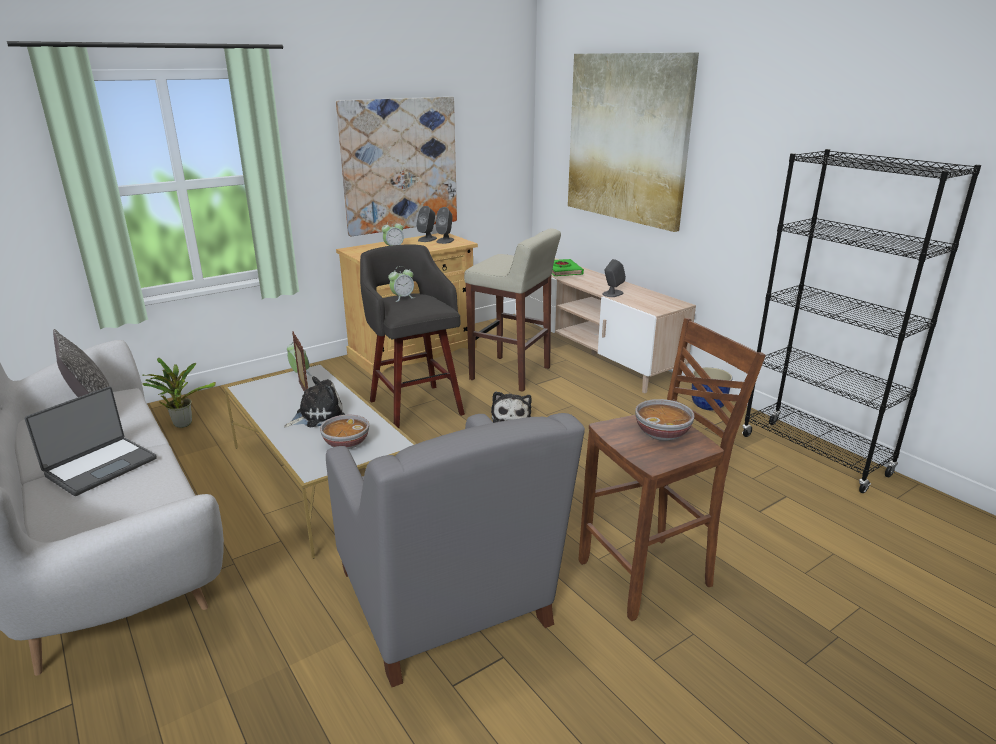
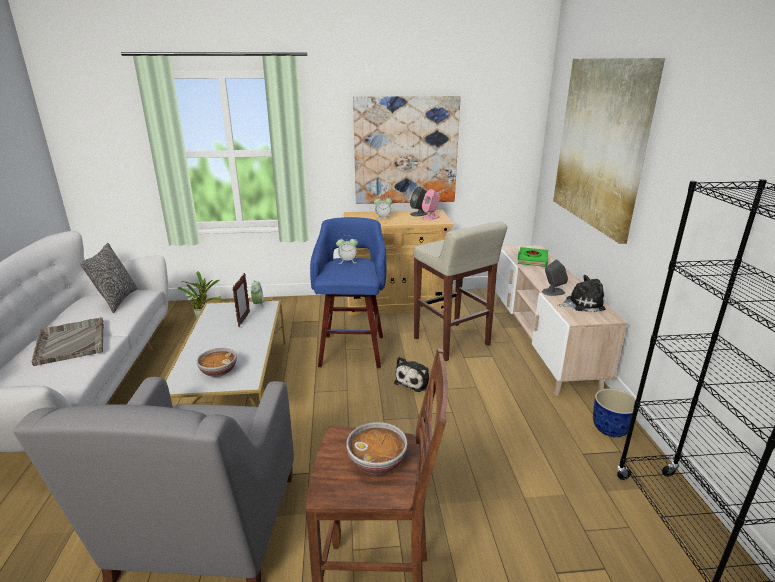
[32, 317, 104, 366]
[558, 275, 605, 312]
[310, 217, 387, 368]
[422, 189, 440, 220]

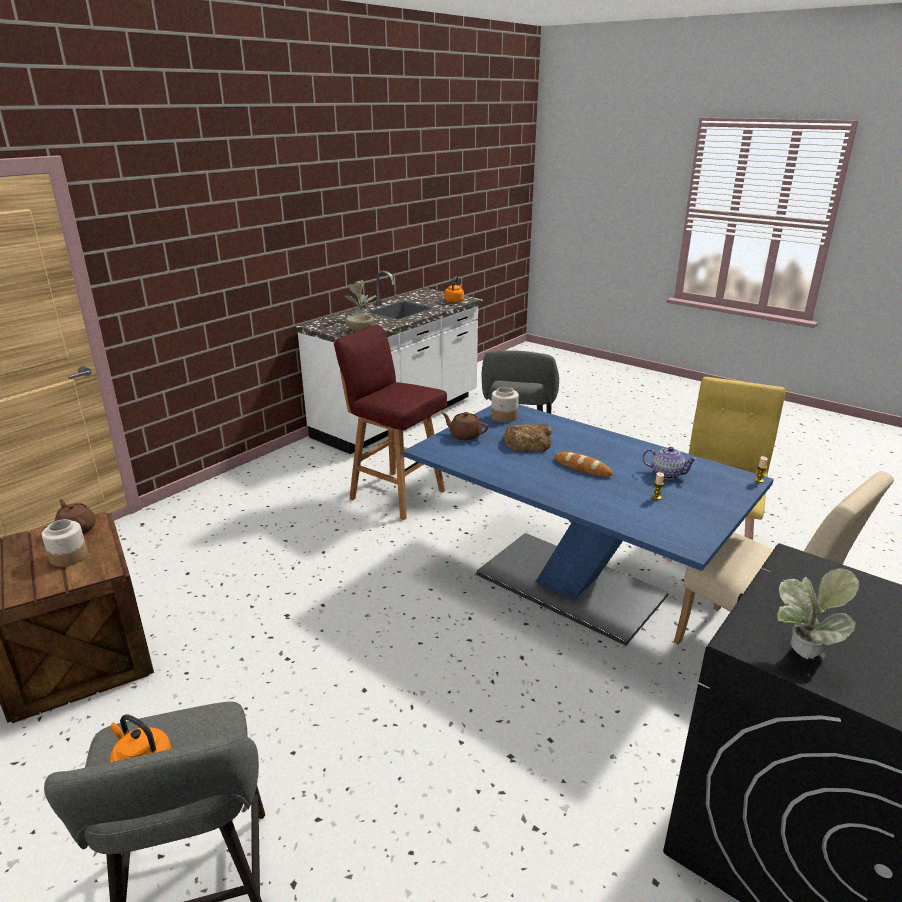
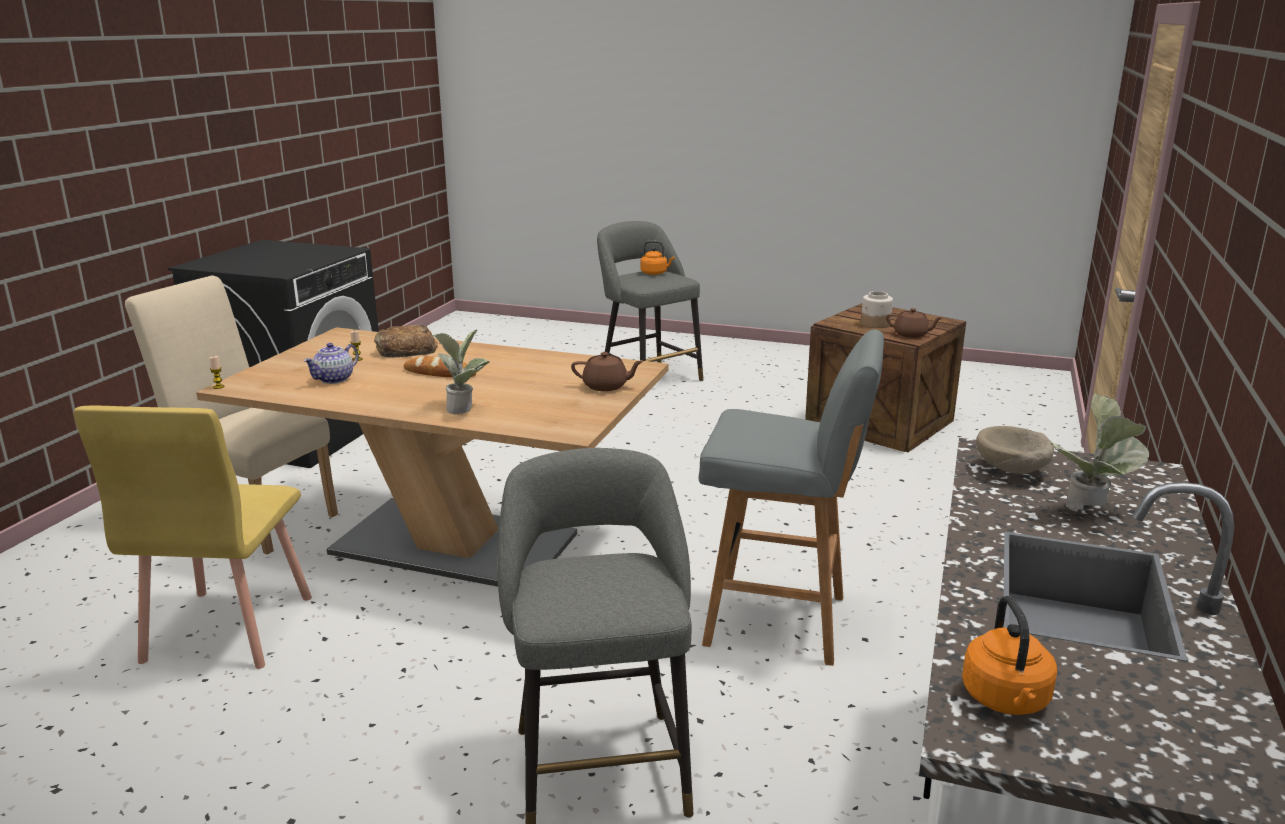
[698, 330, 884, 666]
[196, 327, 668, 587]
[491, 387, 519, 422] (first image)
[374, 325, 438, 358]
[303, 343, 359, 384]
[434, 330, 490, 415]

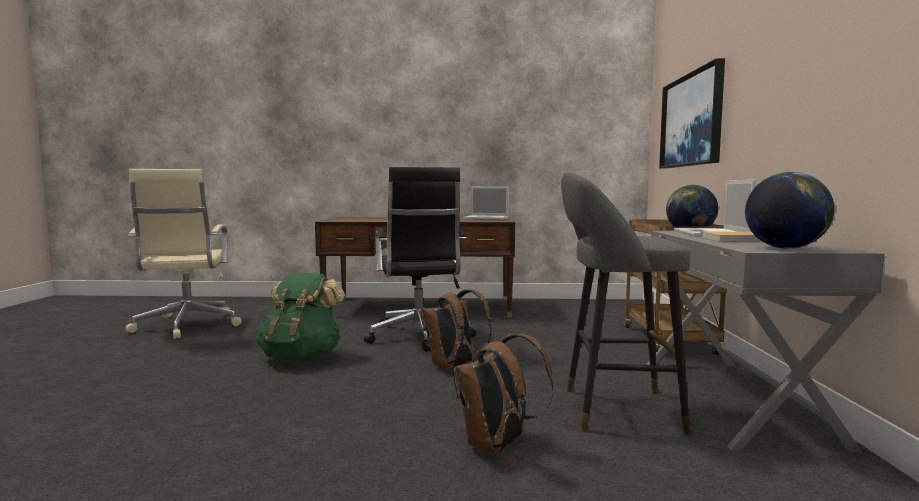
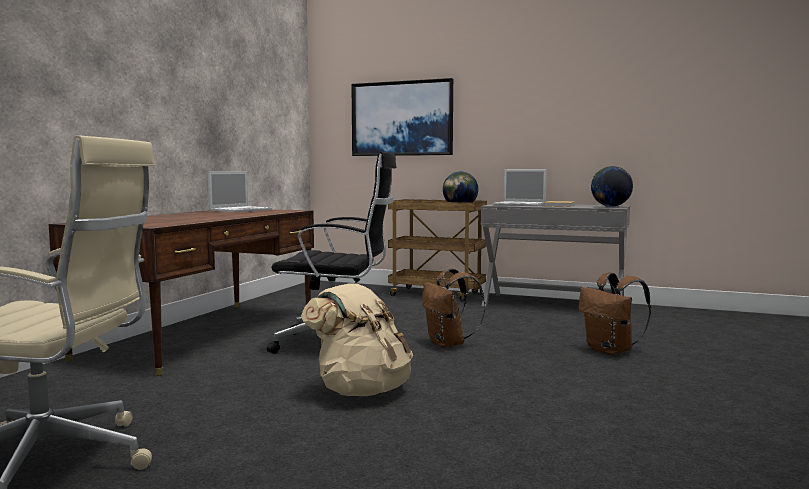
[301, 283, 413, 396]
[561, 172, 690, 435] (first image)

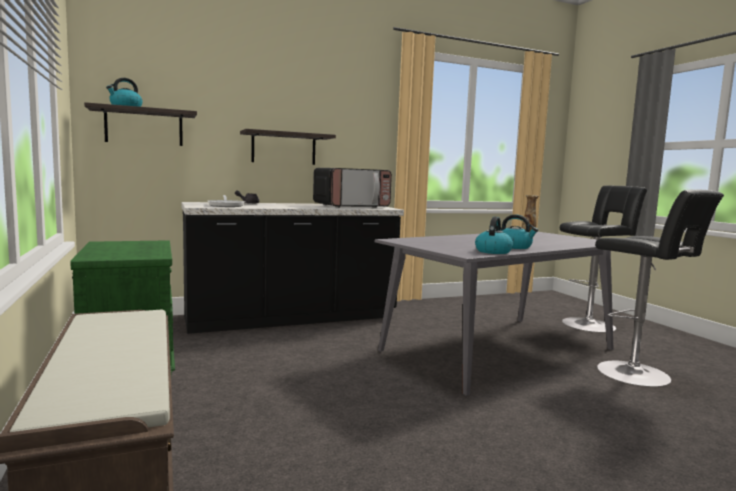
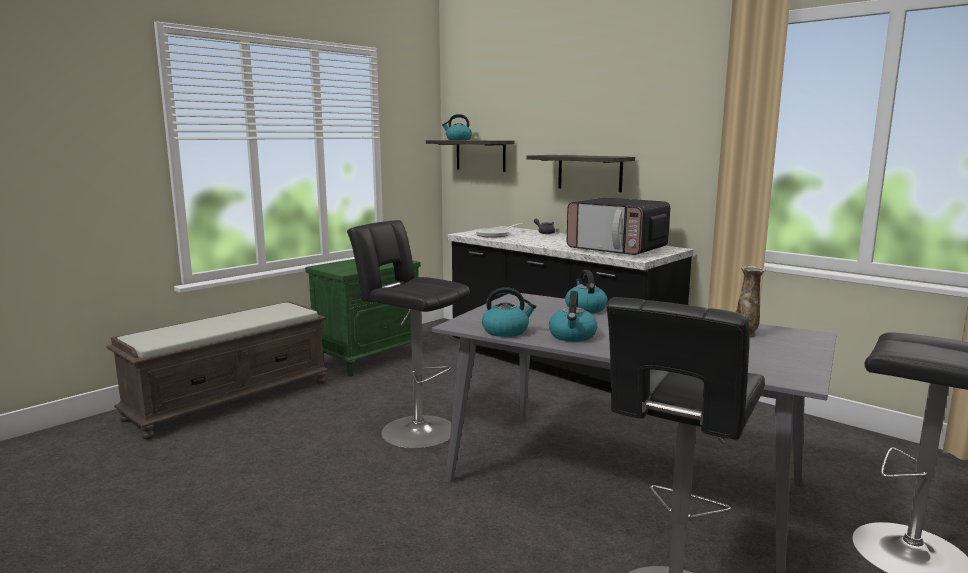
[347, 220, 470, 449]
[565, 270, 608, 313]

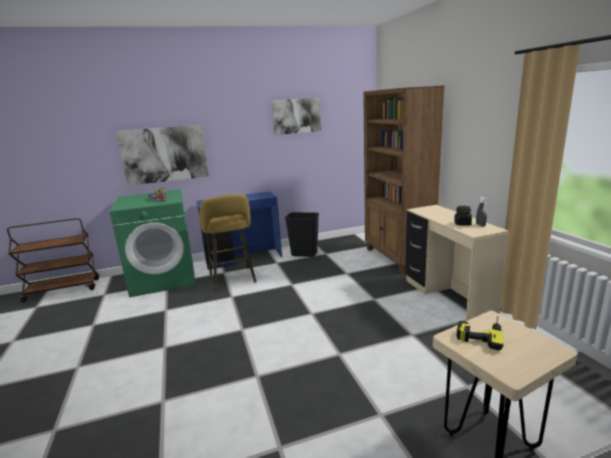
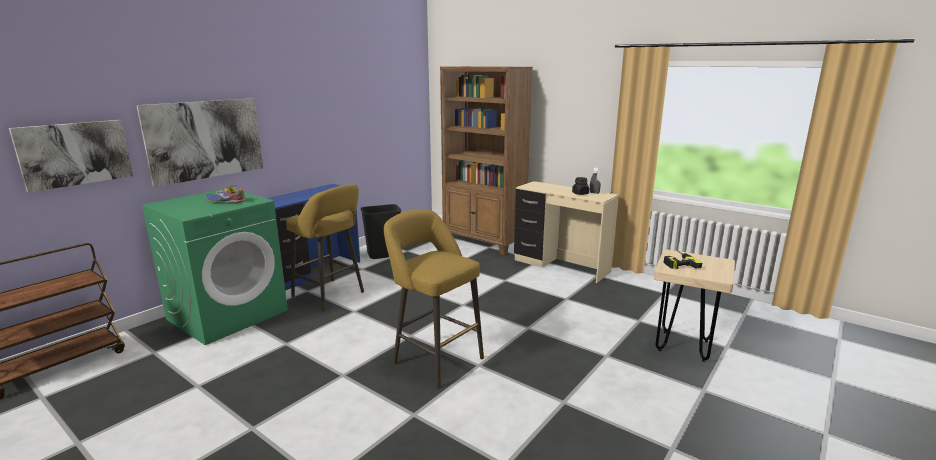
[9, 120, 133, 192]
[384, 209, 484, 388]

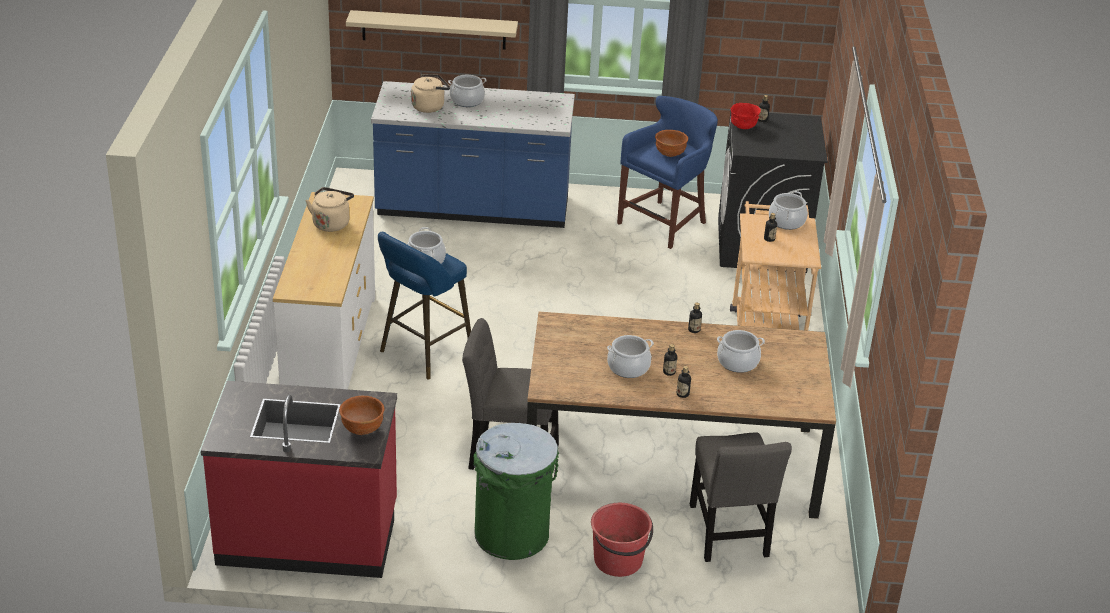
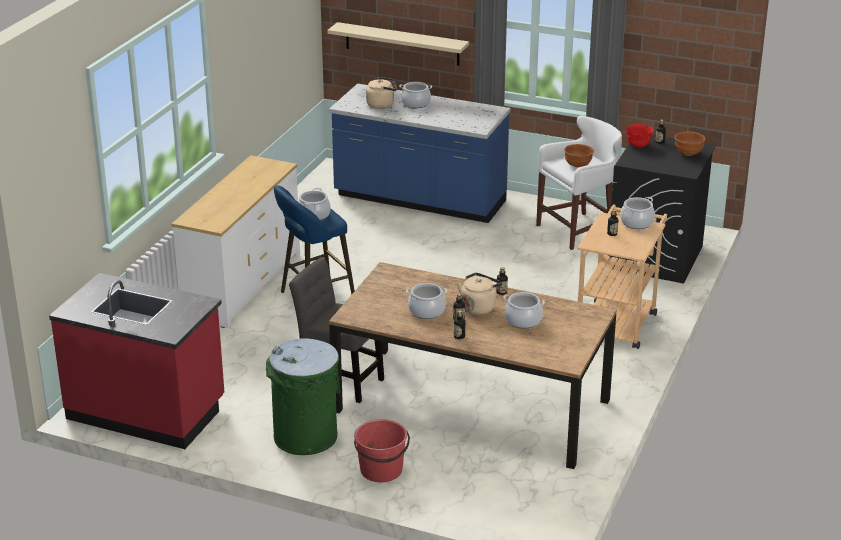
[457, 273, 502, 315]
[675, 132, 706, 156]
[536, 115, 622, 250]
[690, 432, 792, 562] (first image)

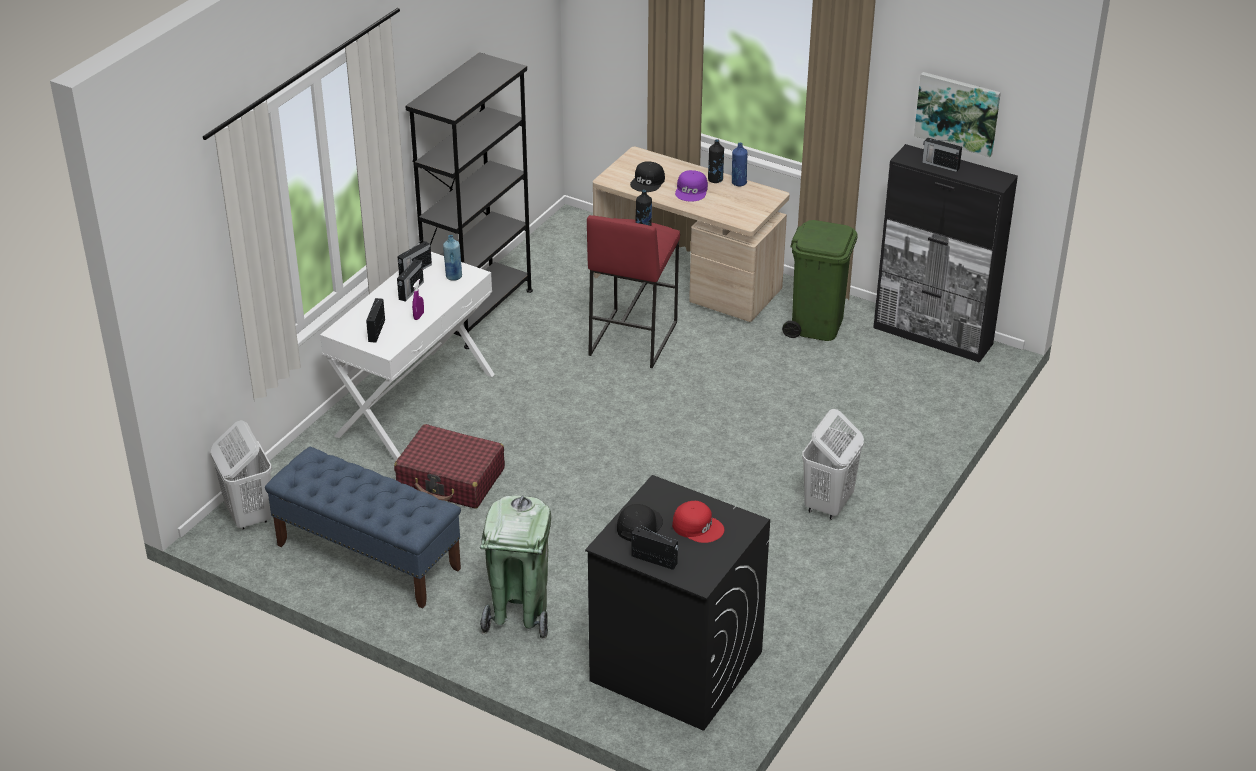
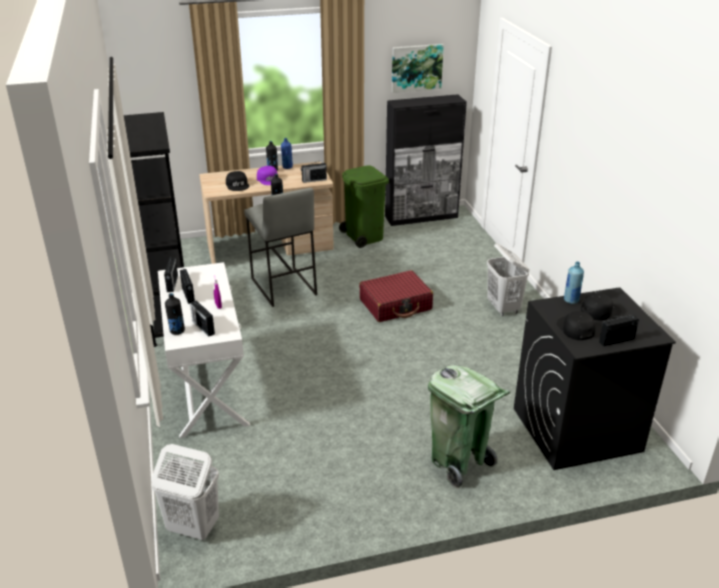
[265, 447, 461, 609] (first image)
[359, 270, 433, 322]
[564, 261, 584, 304]
[244, 188, 317, 307]
[581, 293, 622, 320]
[301, 161, 327, 183]
[165, 293, 185, 335]

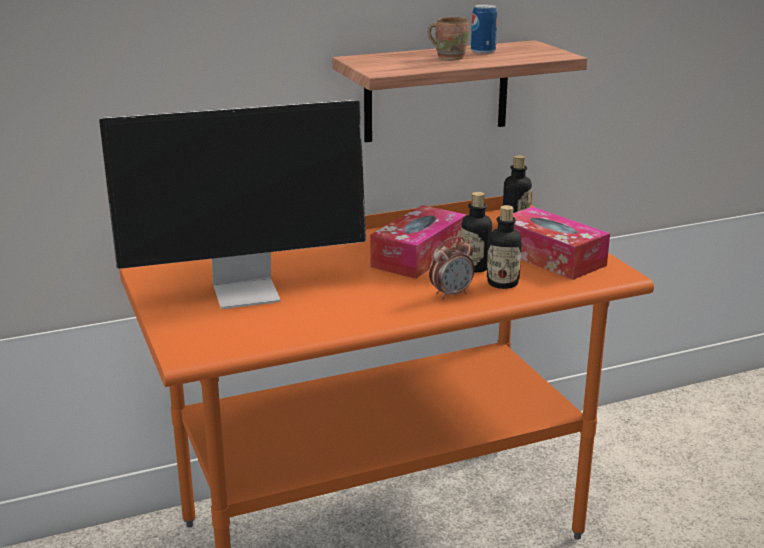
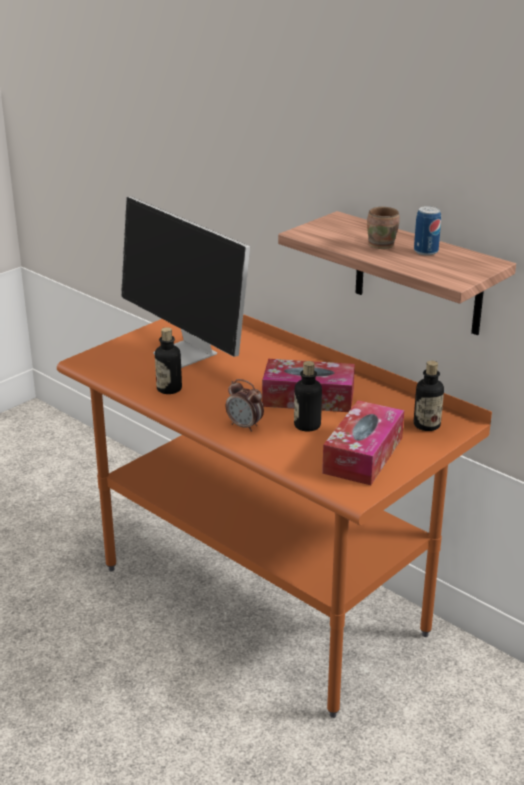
[155, 327, 182, 394]

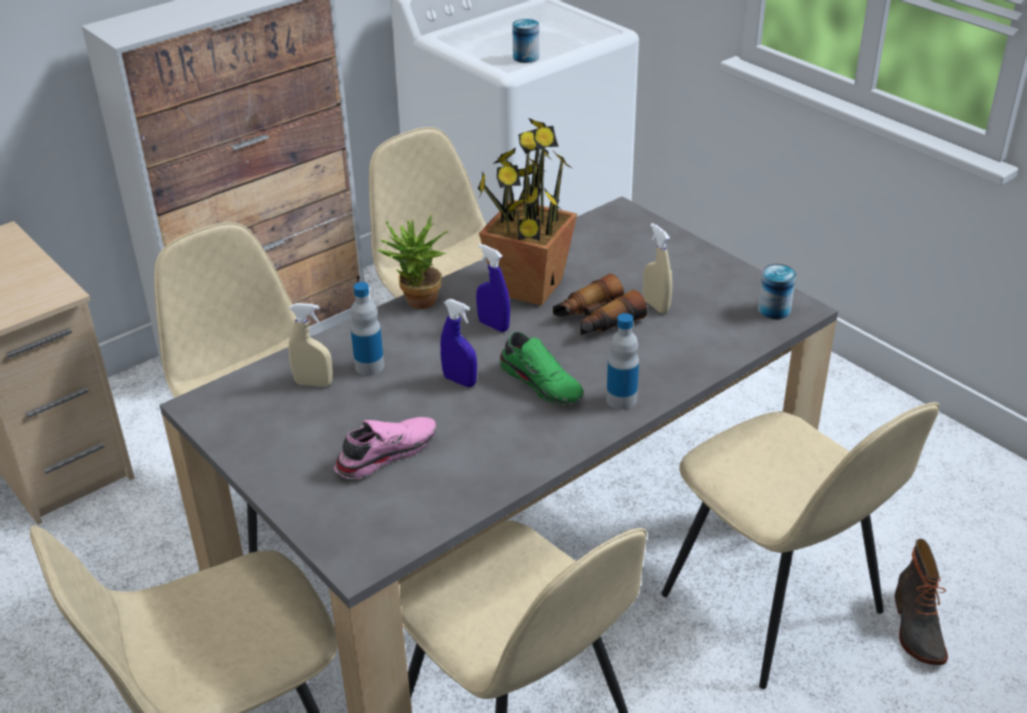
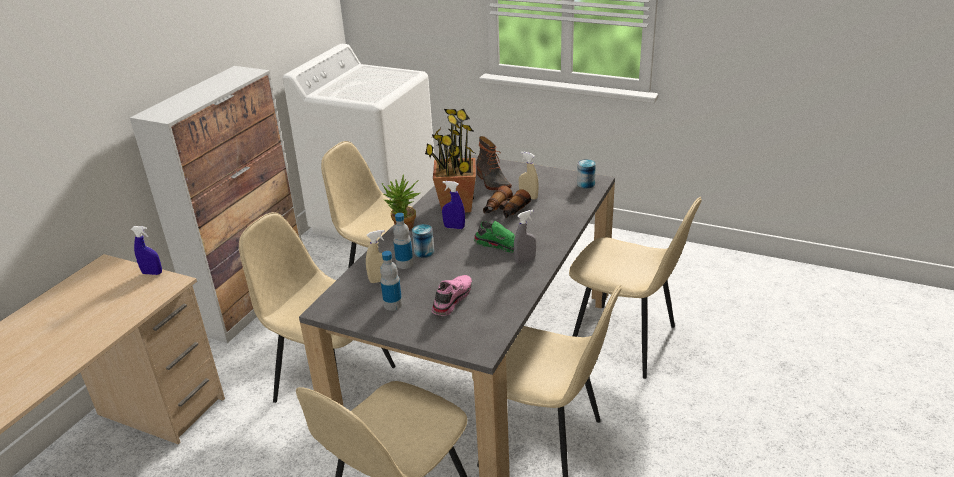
[131, 226, 162, 275]
[412, 224, 434, 258]
[380, 251, 402, 311]
[476, 136, 512, 190]
[514, 210, 536, 264]

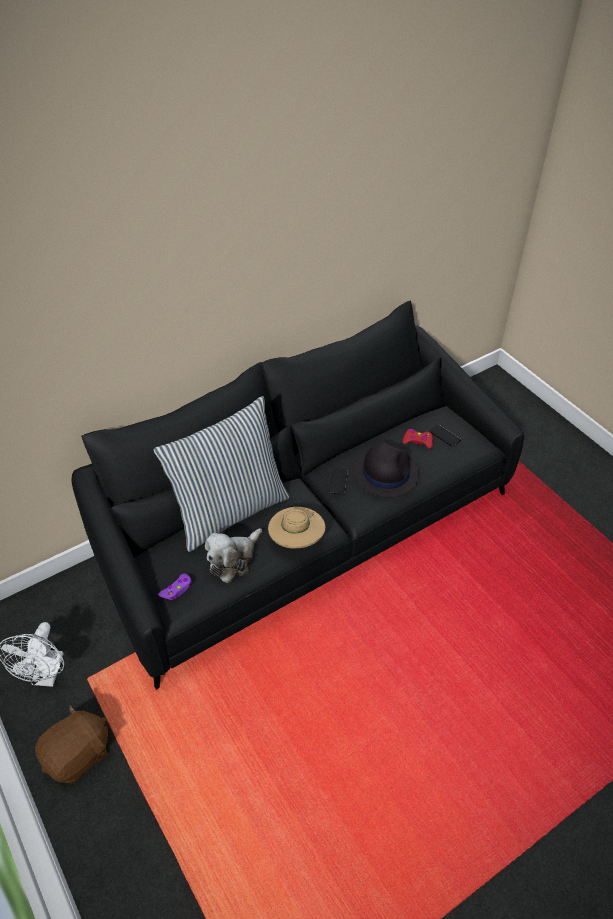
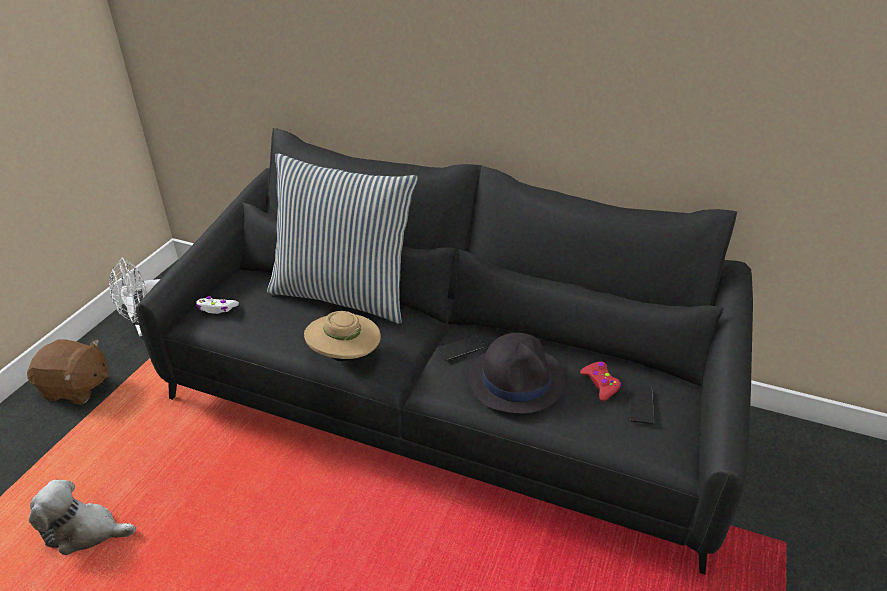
[196, 296, 239, 314]
[29, 480, 136, 555]

